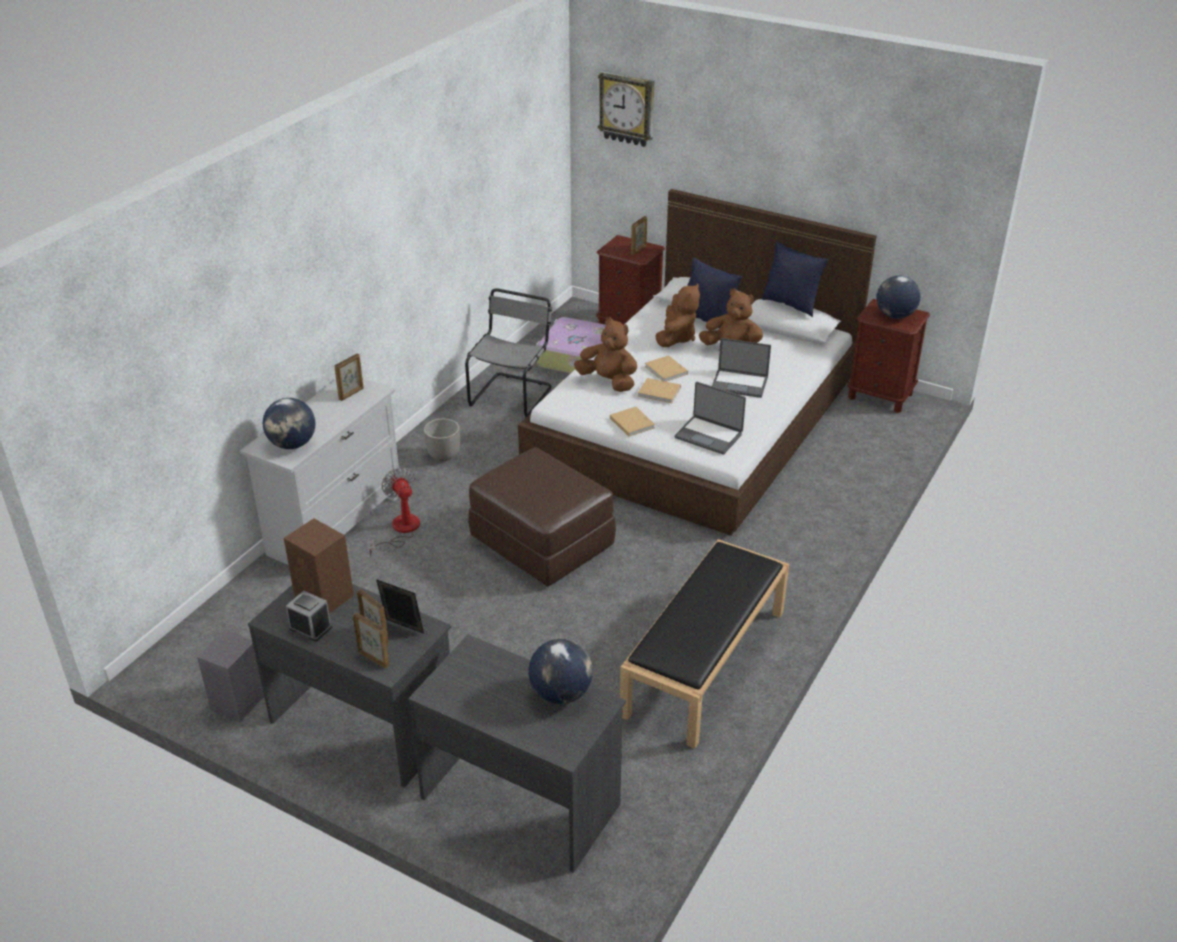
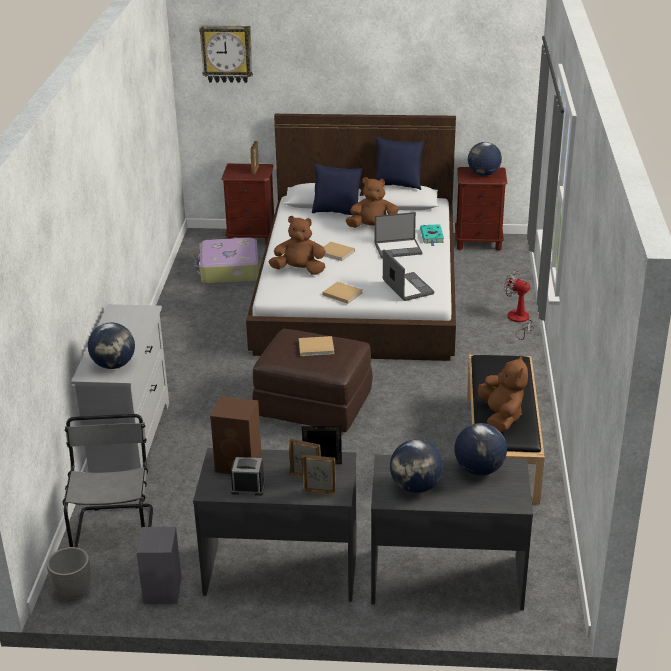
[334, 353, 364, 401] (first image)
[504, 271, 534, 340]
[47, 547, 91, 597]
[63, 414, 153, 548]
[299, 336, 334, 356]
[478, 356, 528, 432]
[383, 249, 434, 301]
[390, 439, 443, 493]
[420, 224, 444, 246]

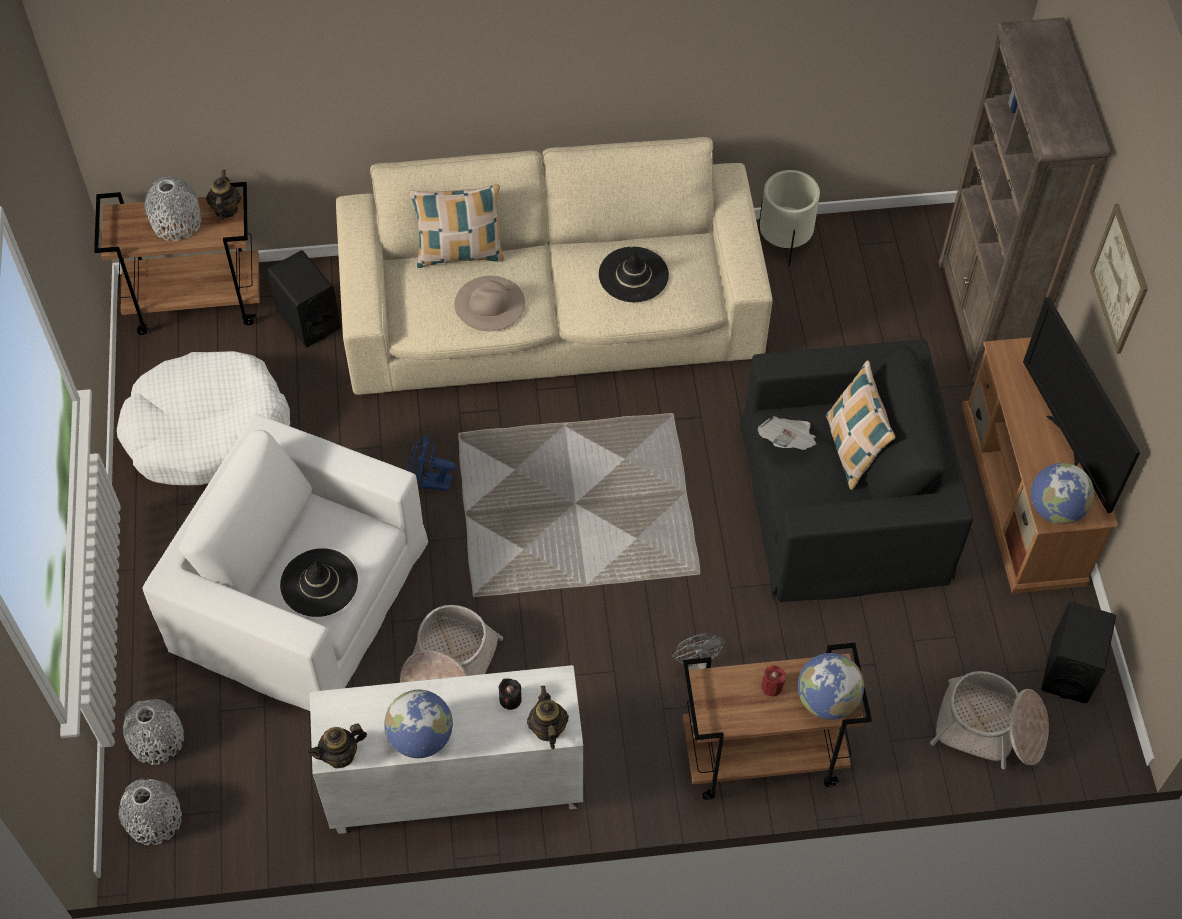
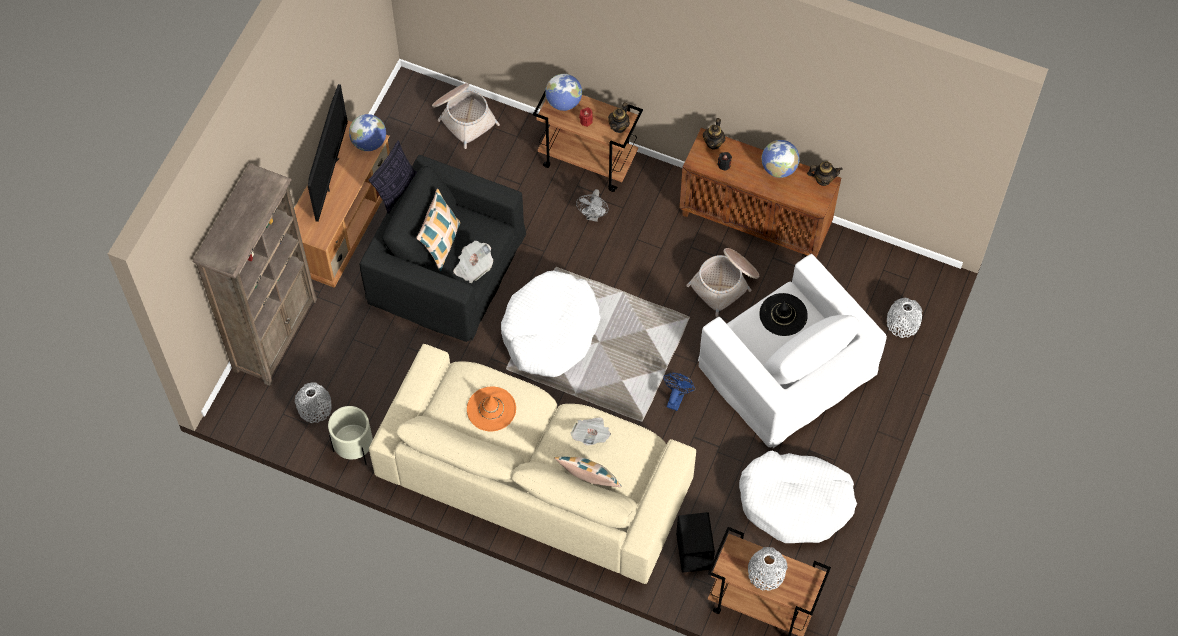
[295, 383, 332, 423]
[608, 102, 630, 133]
[679, 128, 841, 258]
[663, 373, 695, 411]
[571, 417, 611, 445]
[467, 387, 516, 432]
[1041, 602, 1116, 703] (first image)
[1090, 204, 1148, 354] (first image)
[369, 140, 417, 214]
[501, 271, 601, 377]

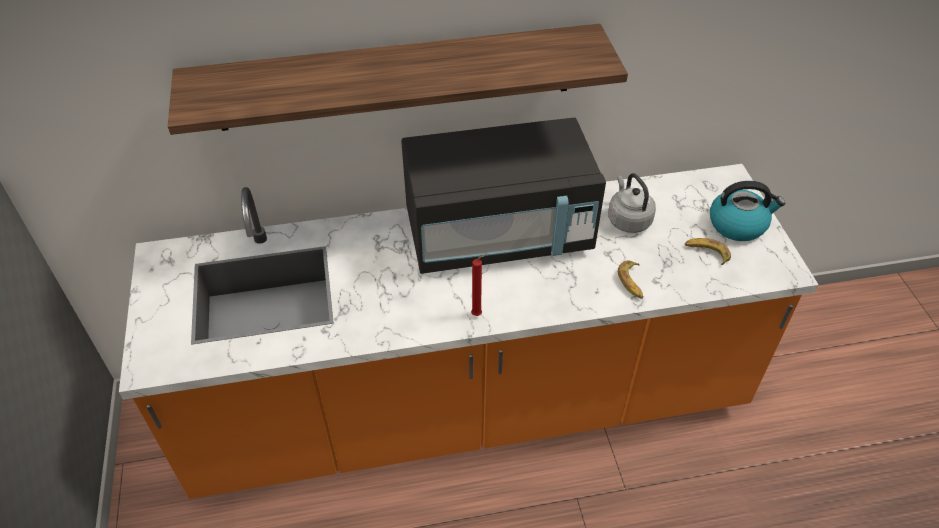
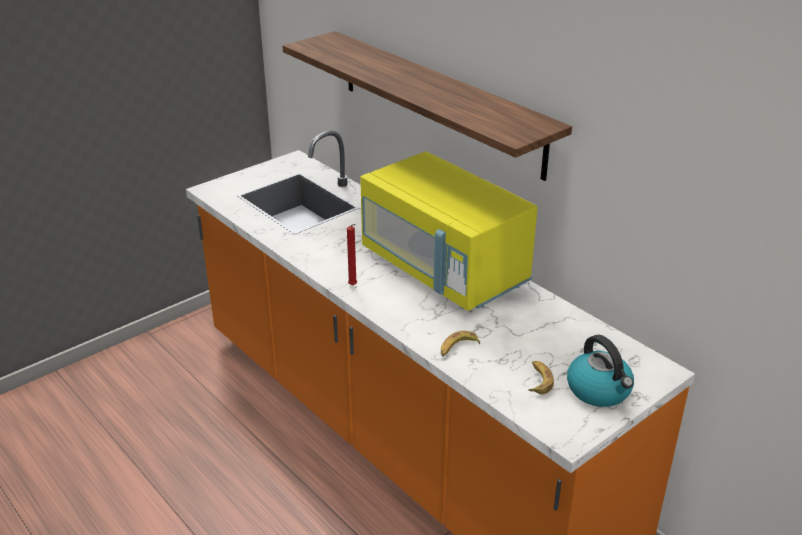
[360, 152, 538, 311]
[608, 173, 656, 233] (first image)

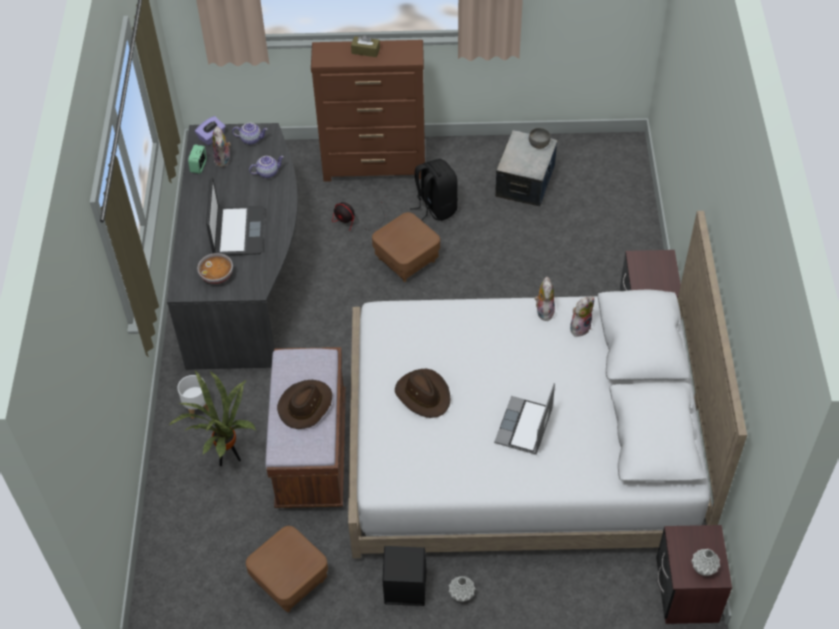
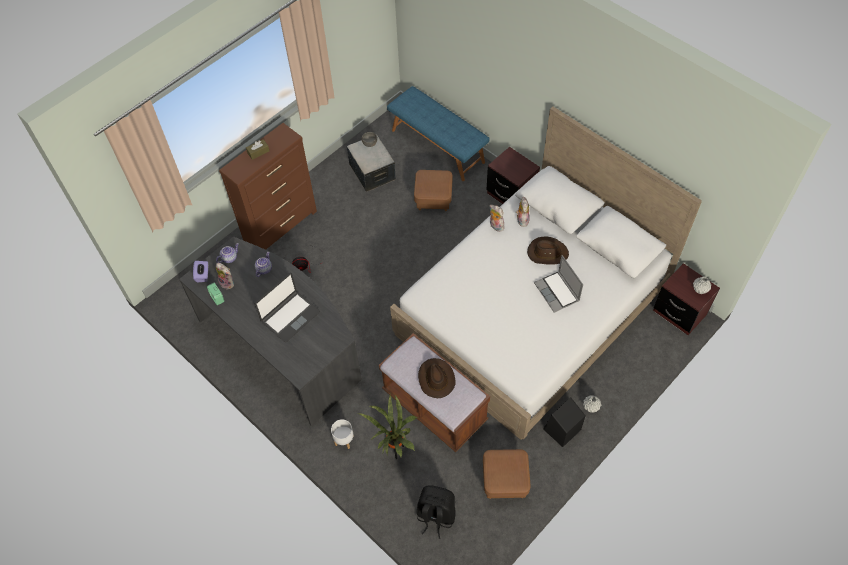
[197, 253, 233, 284] (first image)
[255, 273, 320, 342]
[414, 170, 452, 211]
[527, 237, 569, 265]
[417, 485, 456, 539]
[387, 86, 490, 181]

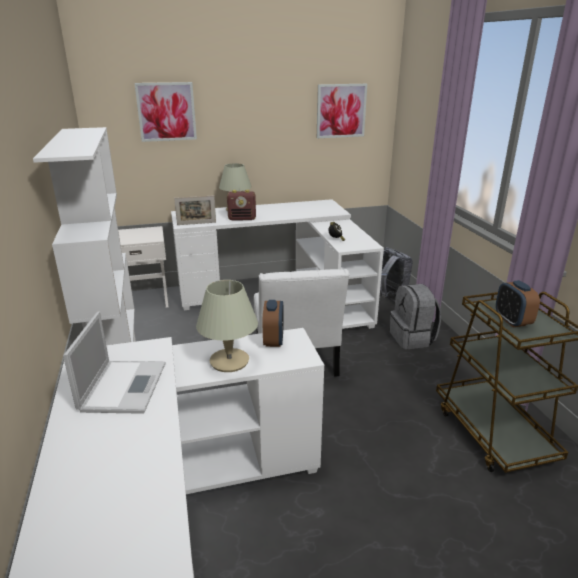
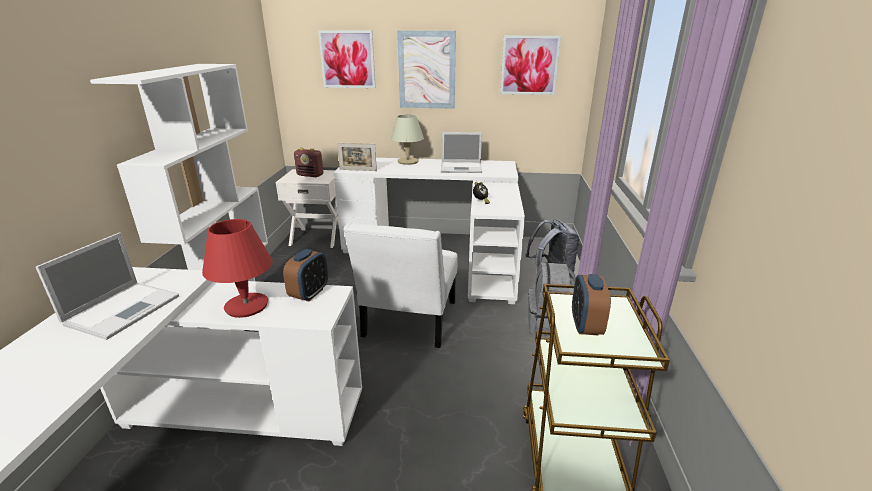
[202, 219, 273, 318]
[294, 148, 323, 177]
[397, 31, 456, 109]
[441, 132, 482, 173]

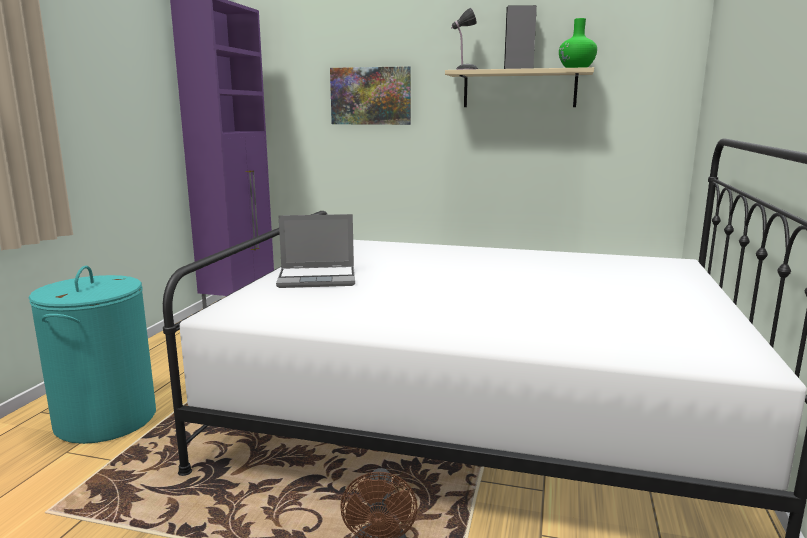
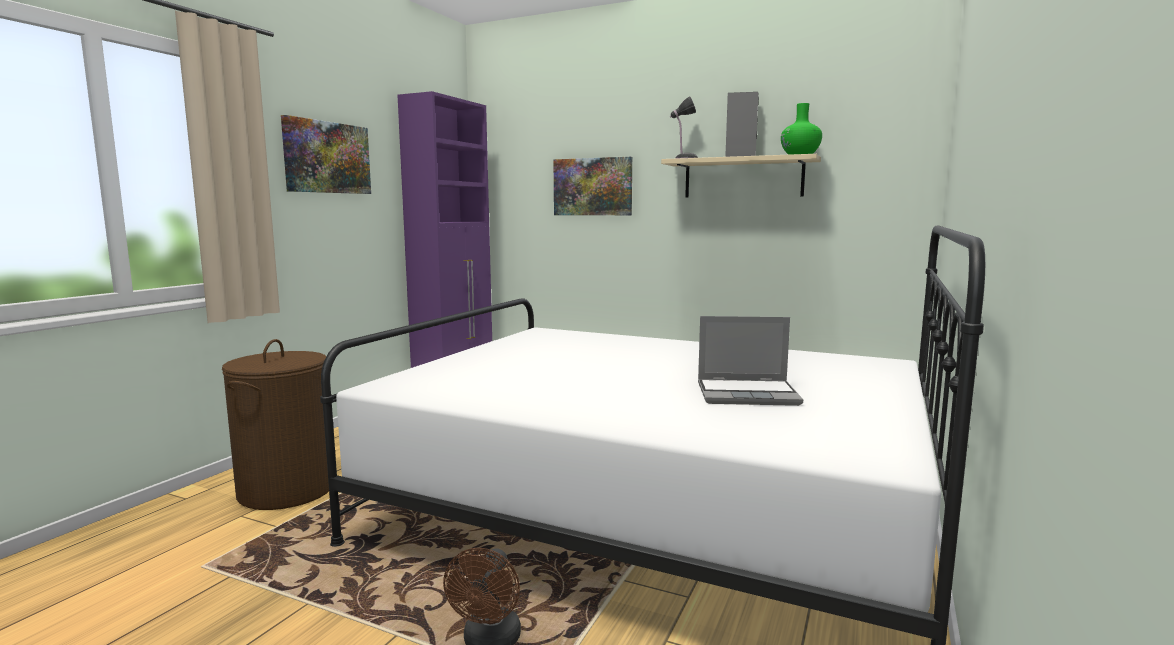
[222, 339, 329, 510]
[698, 316, 803, 406]
[281, 115, 371, 194]

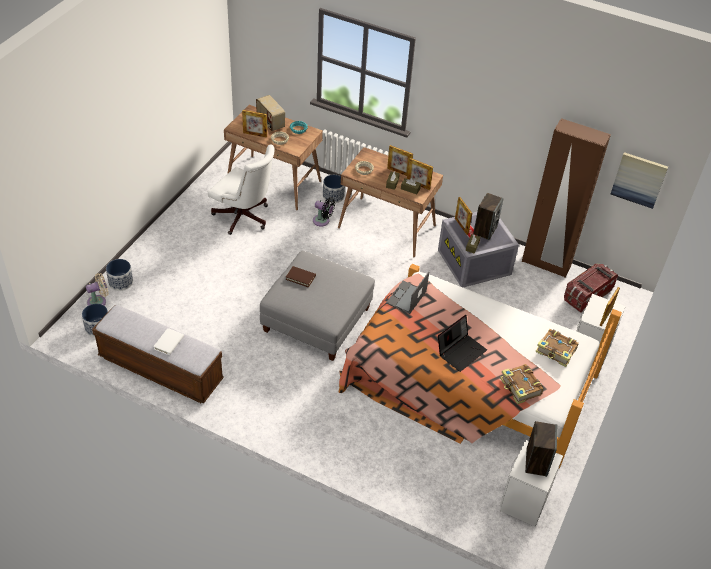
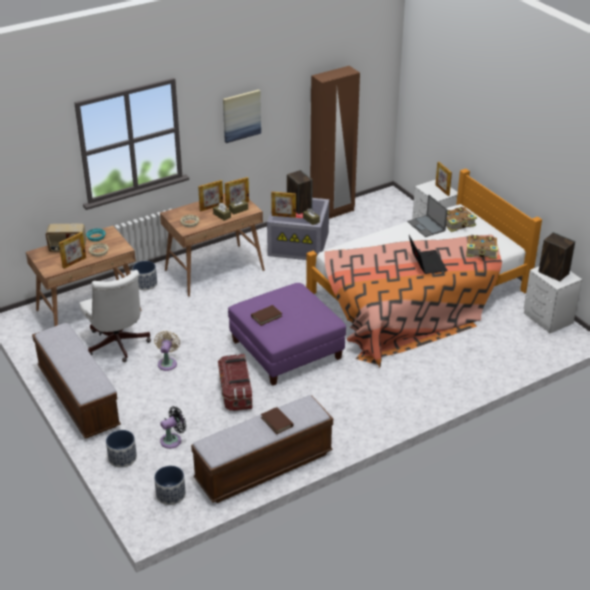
[154, 331, 180, 371]
[261, 407, 294, 434]
[79, 270, 151, 362]
[228, 283, 346, 385]
[160, 406, 186, 449]
[407, 195, 448, 237]
[218, 354, 252, 411]
[223, 89, 261, 143]
[32, 323, 121, 439]

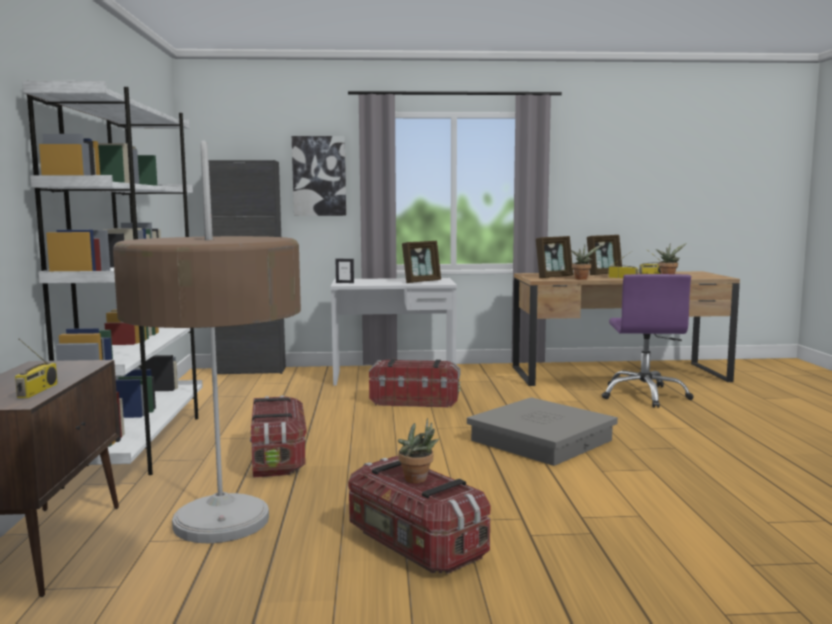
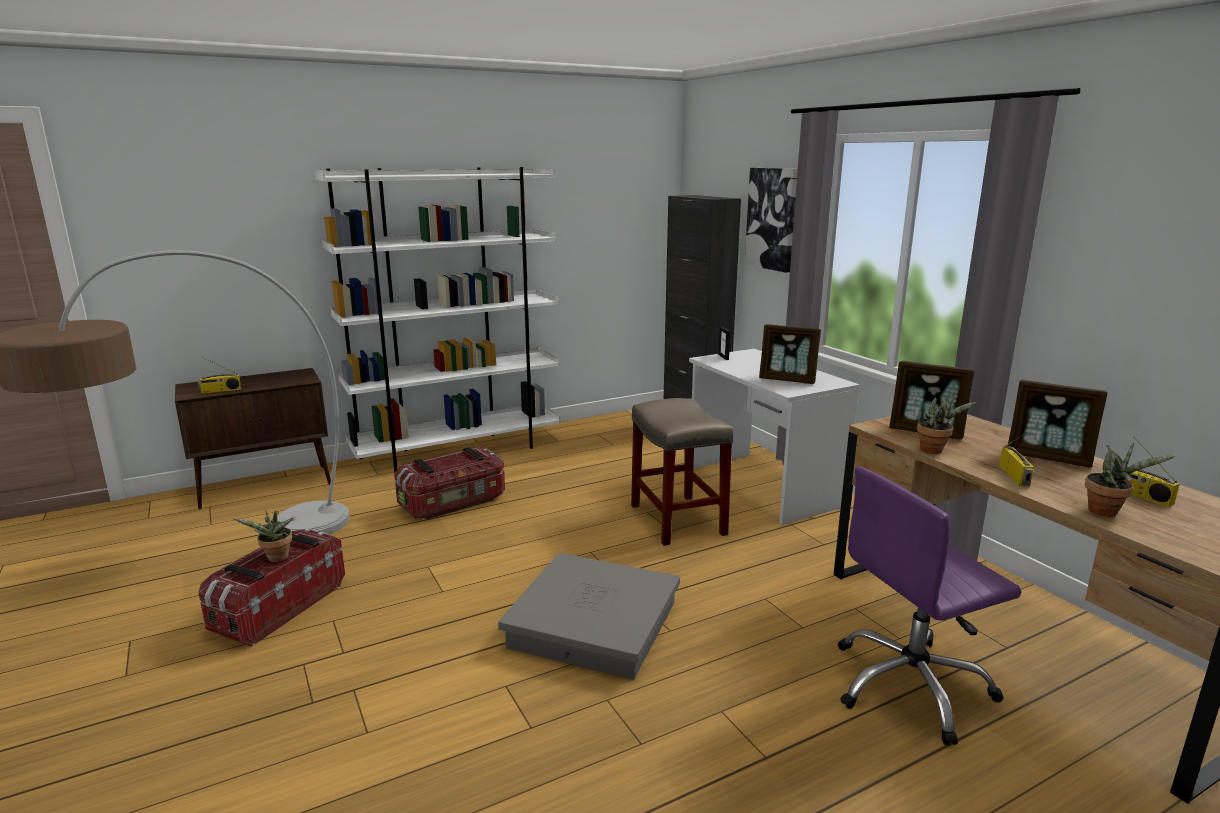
[631, 398, 734, 546]

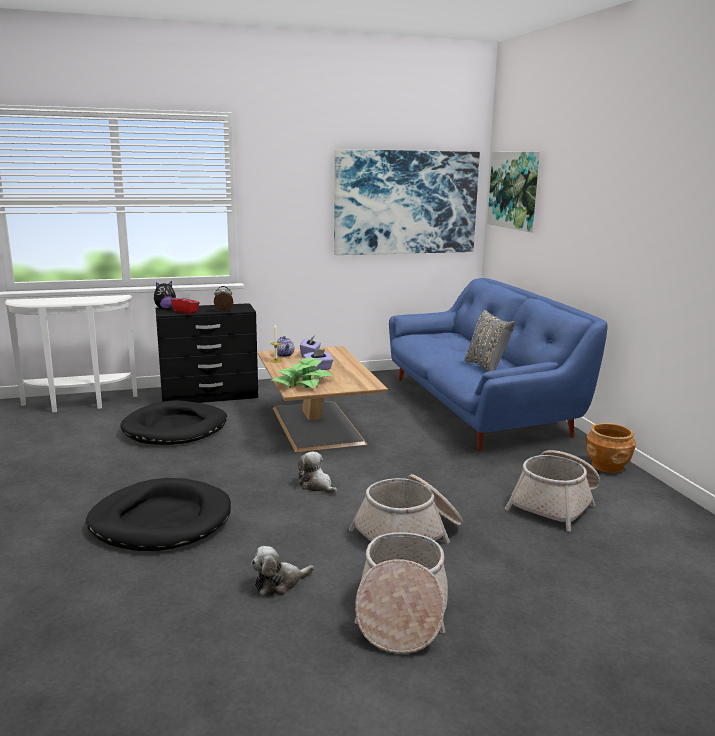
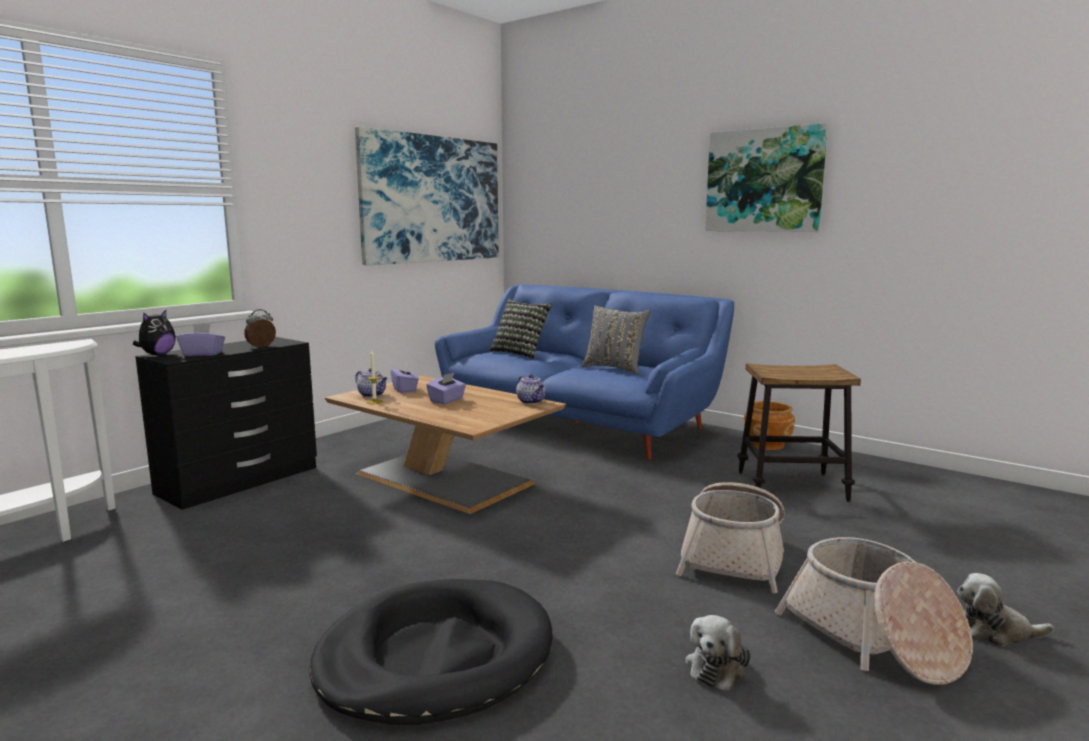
[120, 400, 227, 445] (first image)
[177, 324, 225, 356]
[272, 358, 333, 389] (first image)
[957, 573, 1054, 646]
[705, 123, 828, 232]
[738, 363, 861, 502]
[490, 299, 552, 360]
[516, 374, 546, 404]

